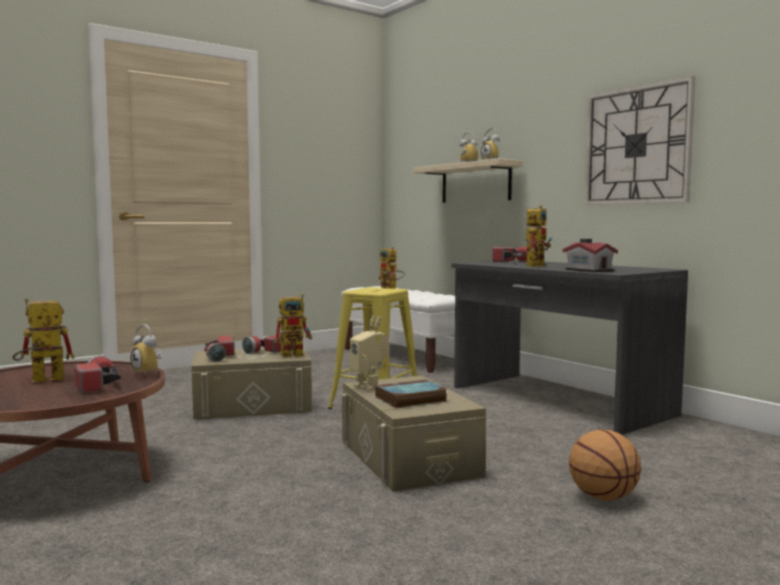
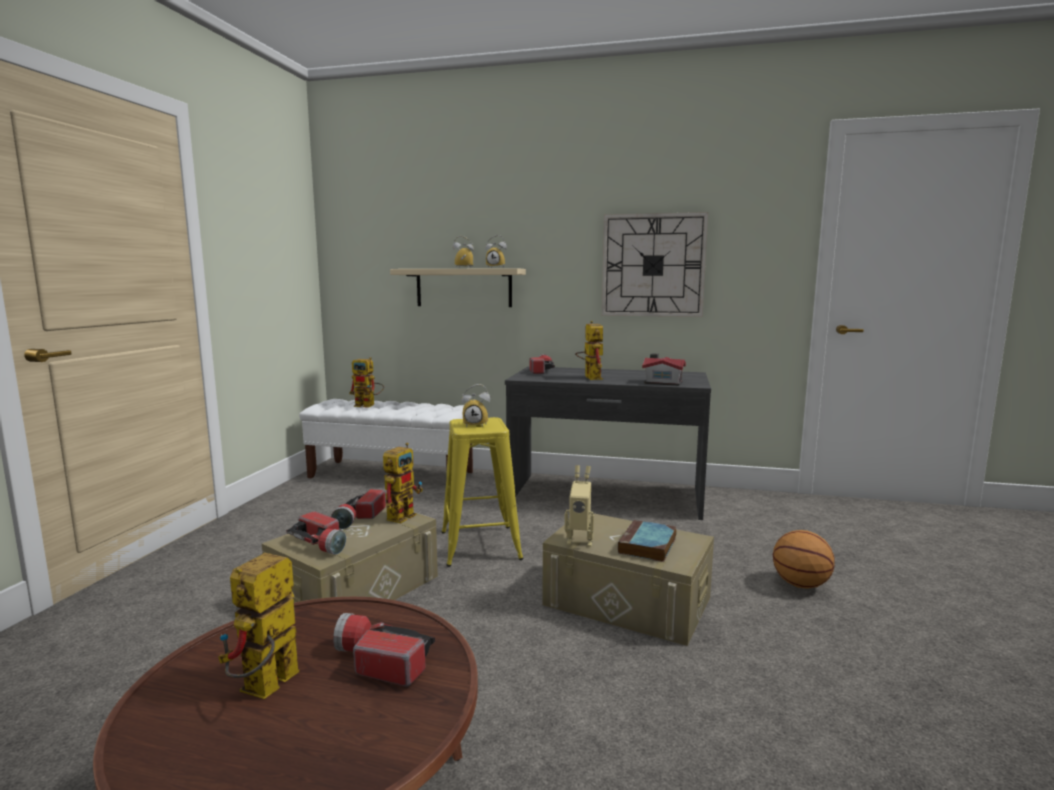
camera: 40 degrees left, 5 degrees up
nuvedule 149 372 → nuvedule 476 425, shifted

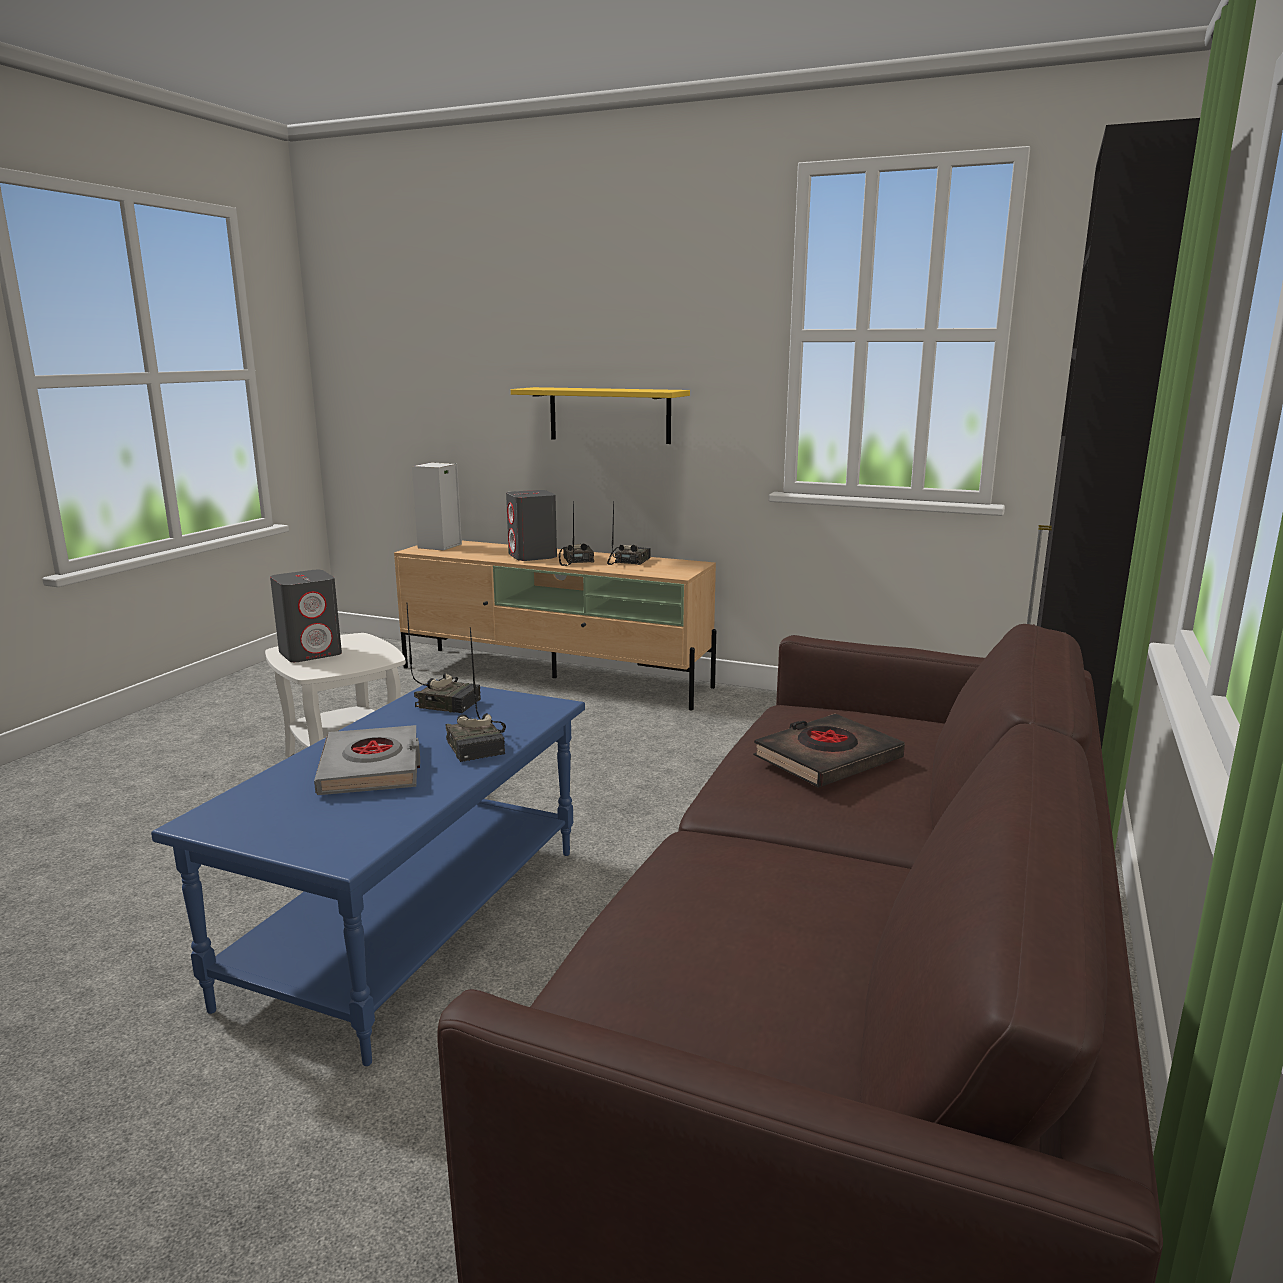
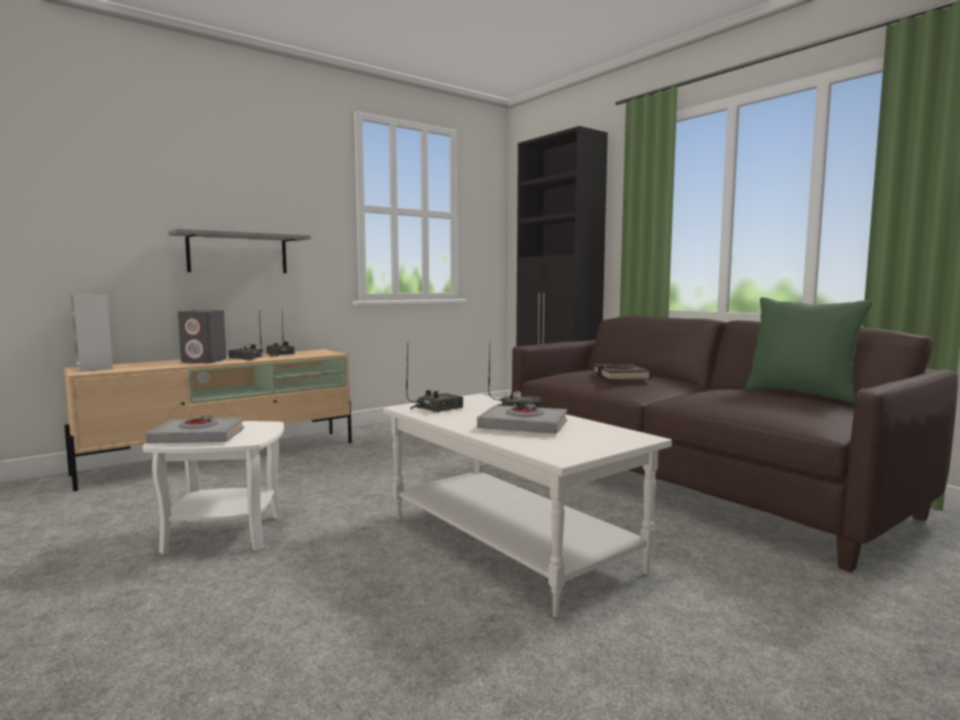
camera: 60 degrees left, 10 degrees down
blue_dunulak 415 924 → white_dunulak 512 543
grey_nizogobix 311 653 → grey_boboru 198 437
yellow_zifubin 609 415 → grey_zifubin 238 253
- → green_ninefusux 801 395

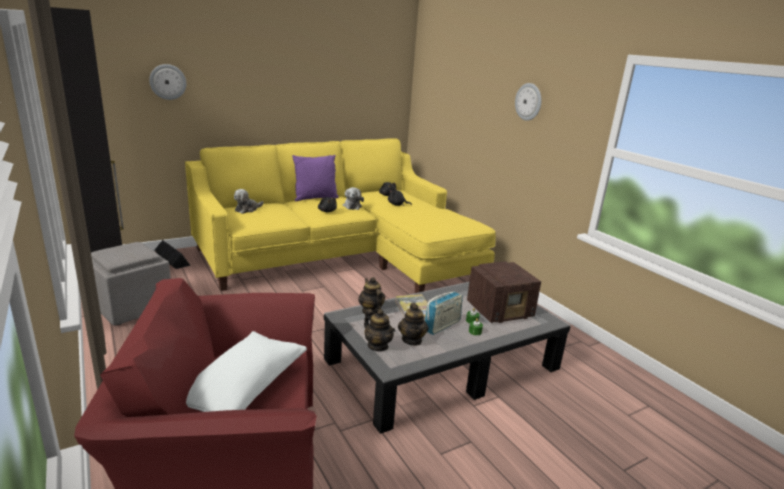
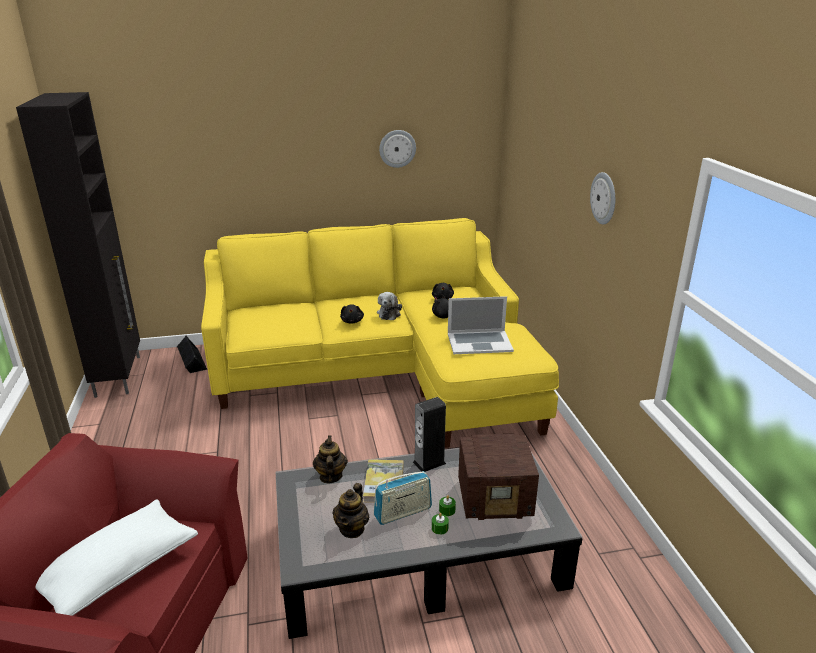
camera: 20 degrees right, 5 degrees up
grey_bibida 133 306 → -
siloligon 168 82 → siloligon 397 148, shifted
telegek 247 209 → -
purple_ninefusux 315 198 → -
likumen 378 346 → -
- → nizogobix 429 463
- → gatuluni 479 342

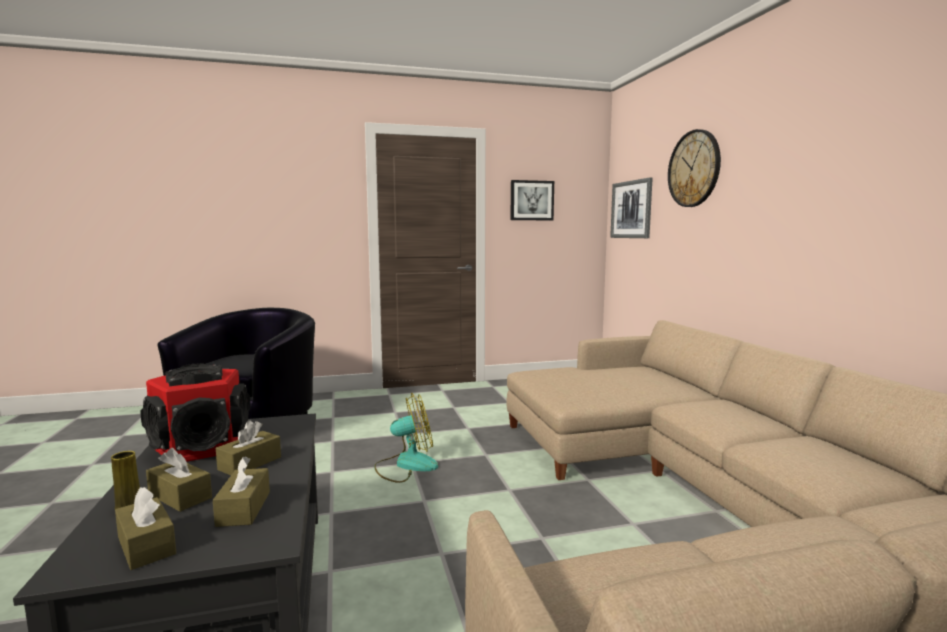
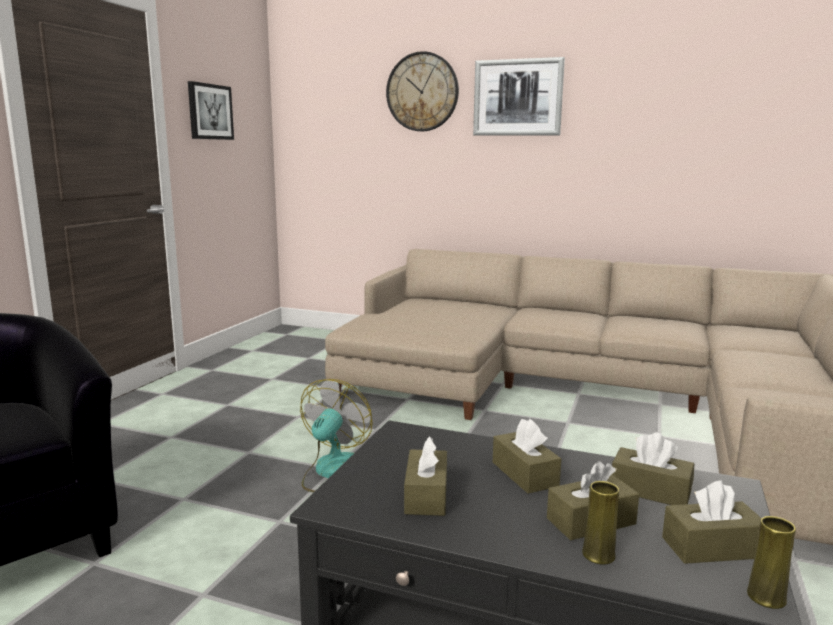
camera: 55 degrees left, 5 degrees up
nizogobix 201 446 → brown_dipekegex 426 495
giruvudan 631 209 → giruvudan 517 97, shifted
- → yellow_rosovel 766 597

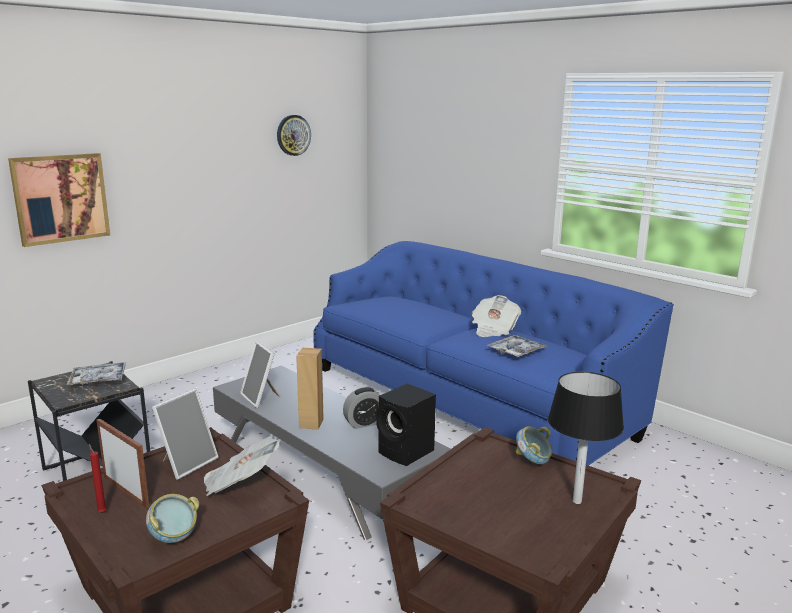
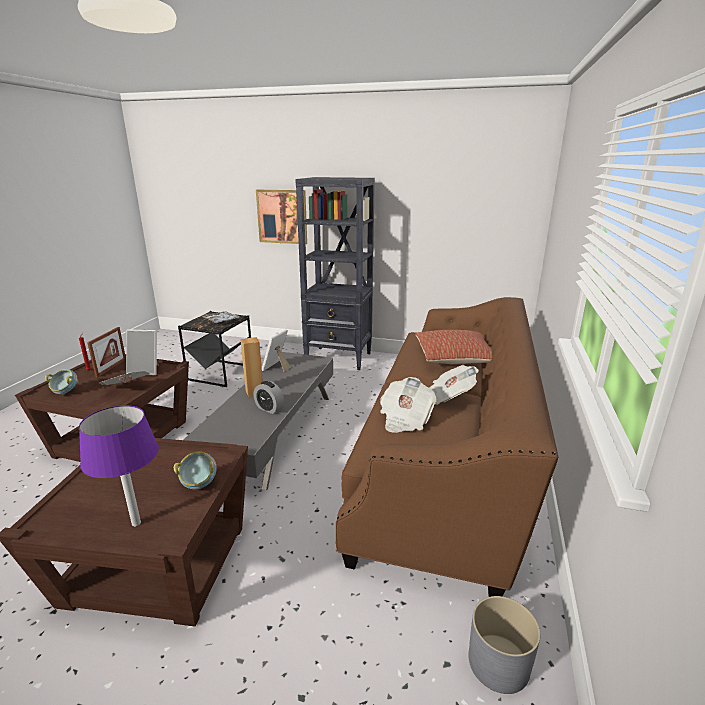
camera: 60 degrees right, 5 degrees up
siloligon 293 135 → -
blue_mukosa 467 400 → brown_mukosa 445 456
black_nizogobix 407 452 → -
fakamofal 516 351 → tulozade 405 419
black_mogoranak 577 501 → purple_mogoranak 136 523
- → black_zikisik 339 358
- → ninefusux 454 358
- → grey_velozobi 499 663

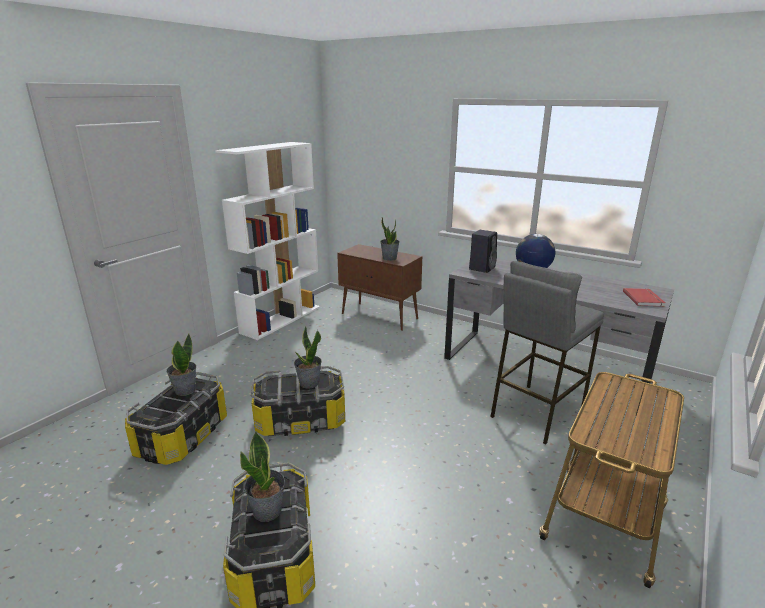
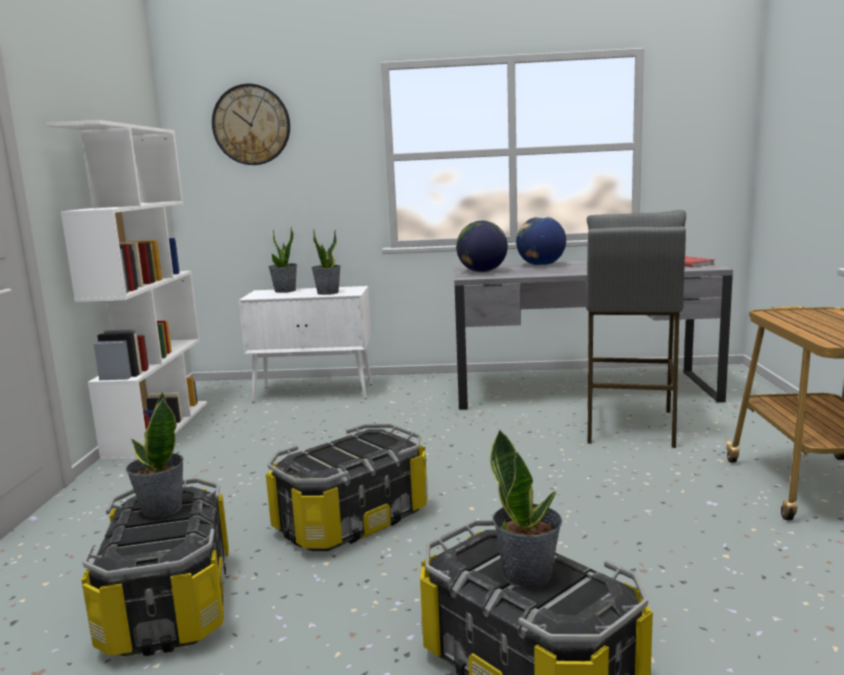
camera: 30 degrees left, 10 degrees down
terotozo 309 383 → terotozo 285 291, shifted
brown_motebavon 380 316 → white_motebavon 315 392
black_nizogobix 482 268 → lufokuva 482 271
- → siloligon 251 125

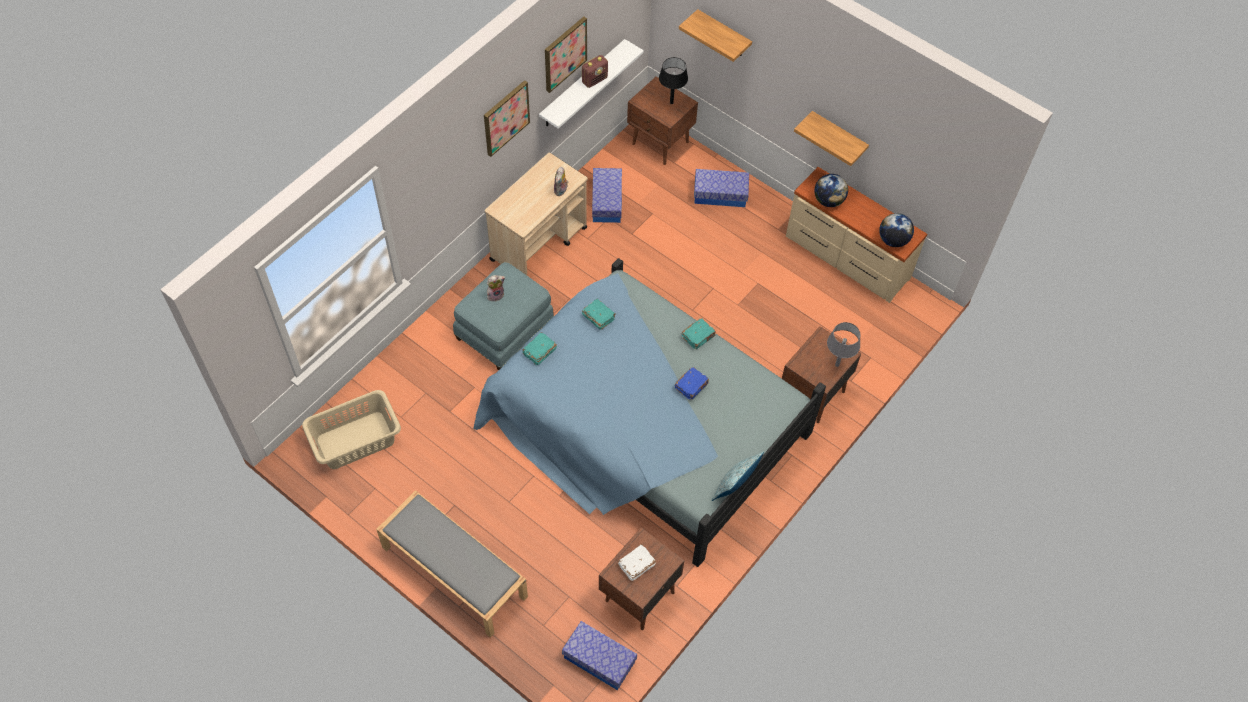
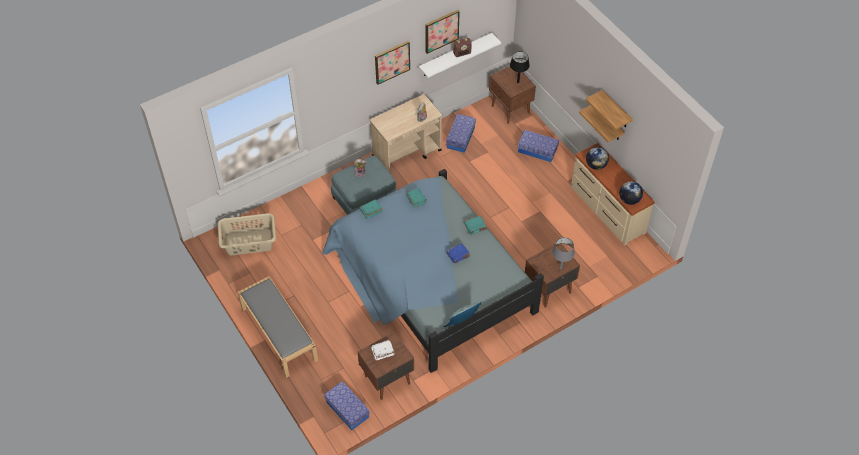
camera: 20 degrees right, 5 degrees down
zifubin 723 34 → zifubin 616 110, shifted

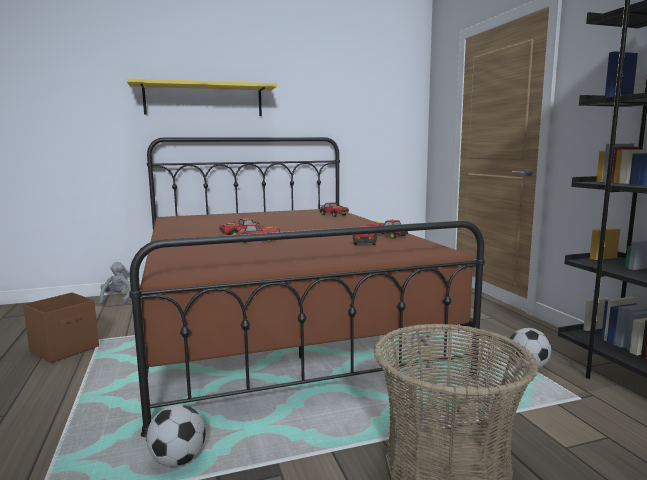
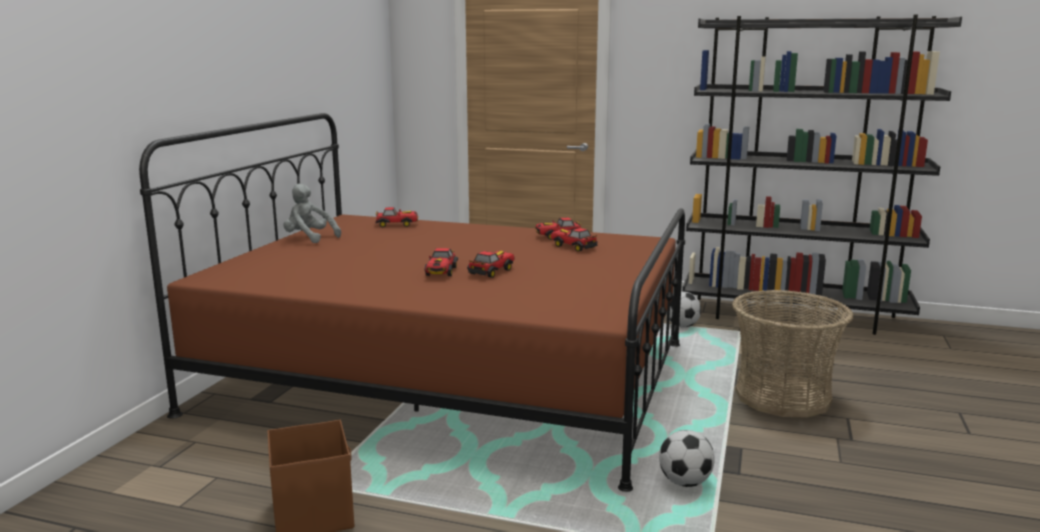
camera: 55 degrees left, 5 degrees up
grey_telegek 117 299 → grey_telegek 309 238, shifted
yellow_zifubin 204 100 → -

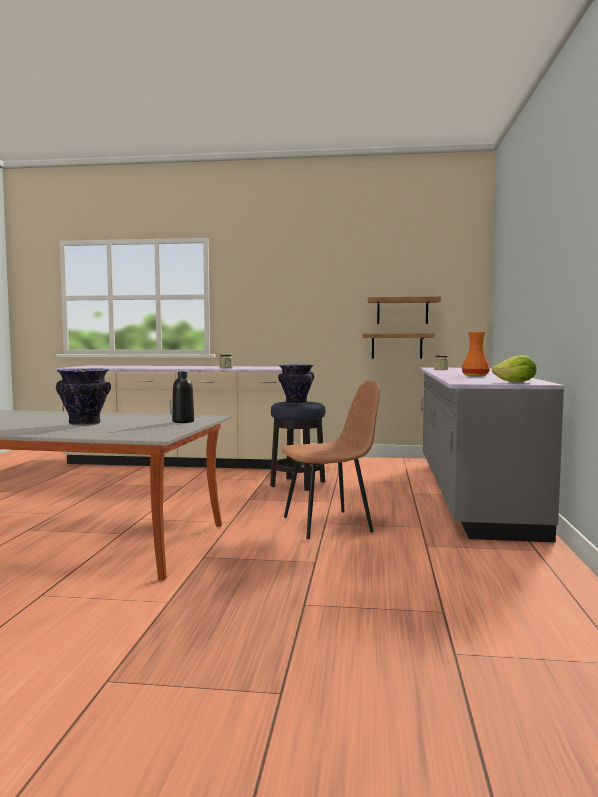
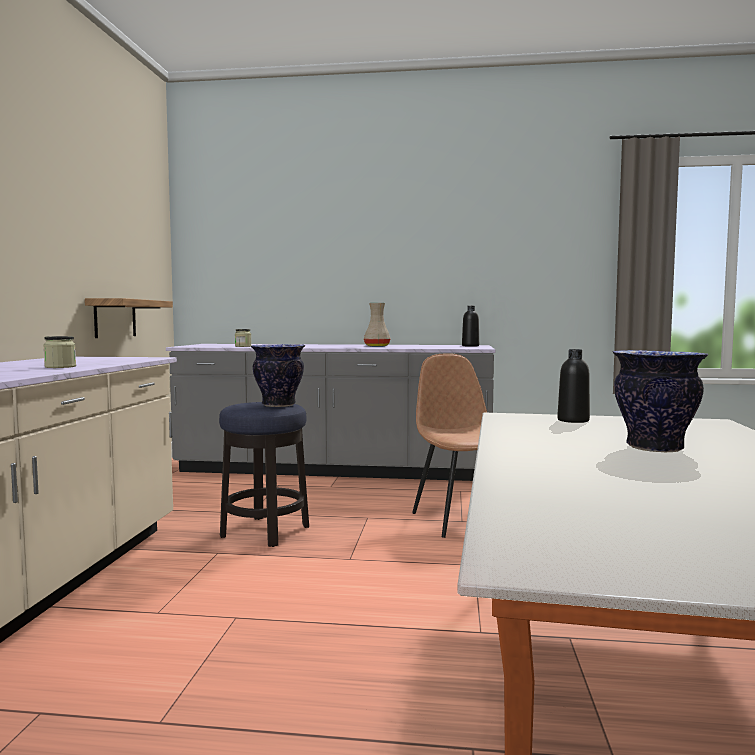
camera: 90 degrees left, 0 degrees up
zifubin 402 311 → -
orange_rosovel 475 376 → beige_rosovel 376 346
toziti 516 382 → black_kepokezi 470 346

